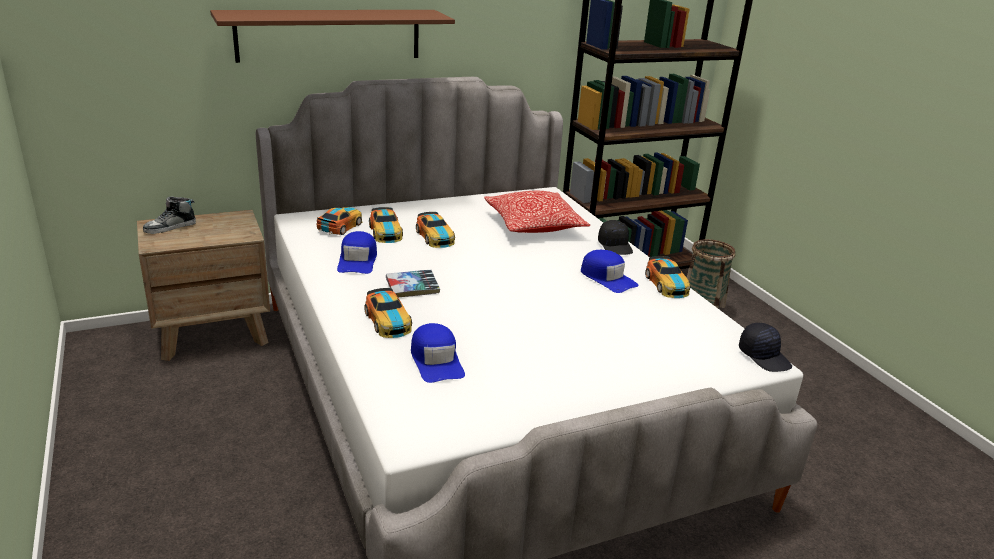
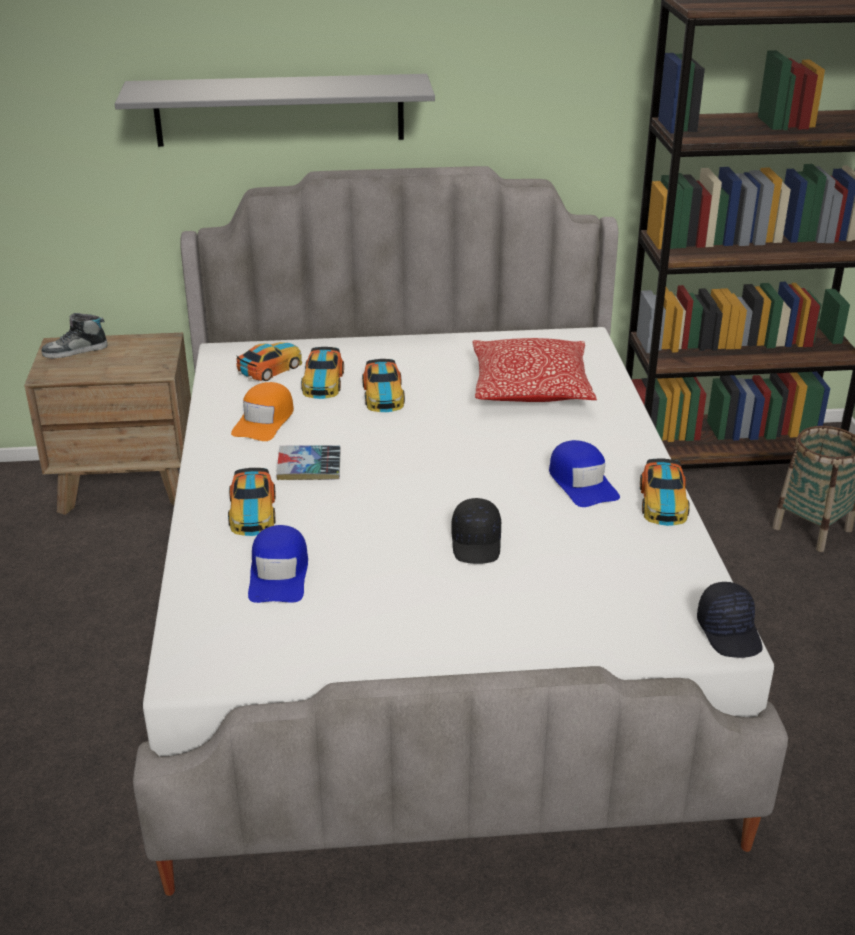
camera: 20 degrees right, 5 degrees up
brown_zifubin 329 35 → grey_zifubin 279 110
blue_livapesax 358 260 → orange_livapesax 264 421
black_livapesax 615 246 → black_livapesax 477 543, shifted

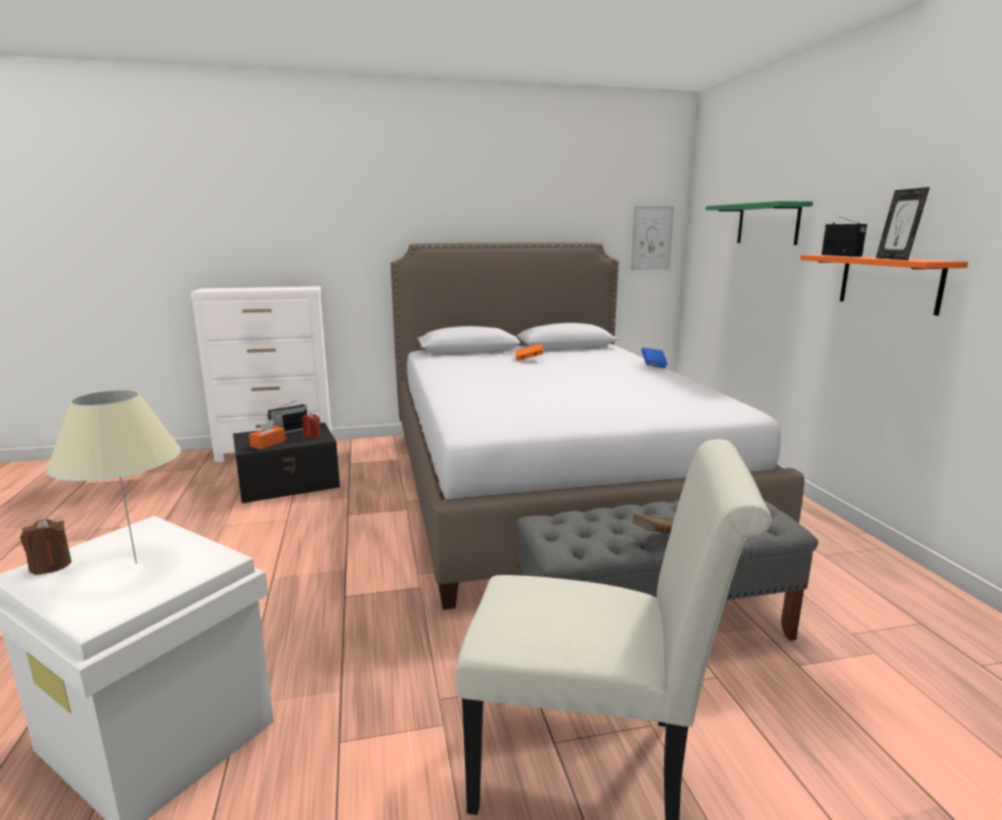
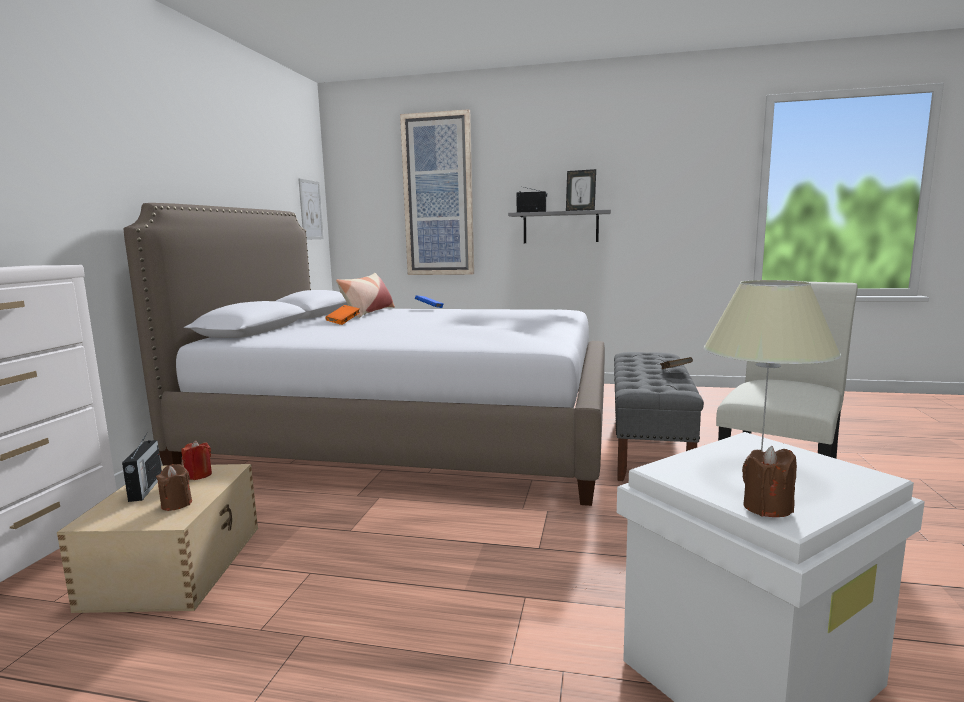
camera: 65 degrees left, 5 degrees down
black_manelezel 289 482 → beige_manelezel 177 564
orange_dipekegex 268 443 → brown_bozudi 176 504
green_zifubin 767 224 → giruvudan 438 195
orange_zifubin 889 282 → grey_zifubin 560 227
- → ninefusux 368 312

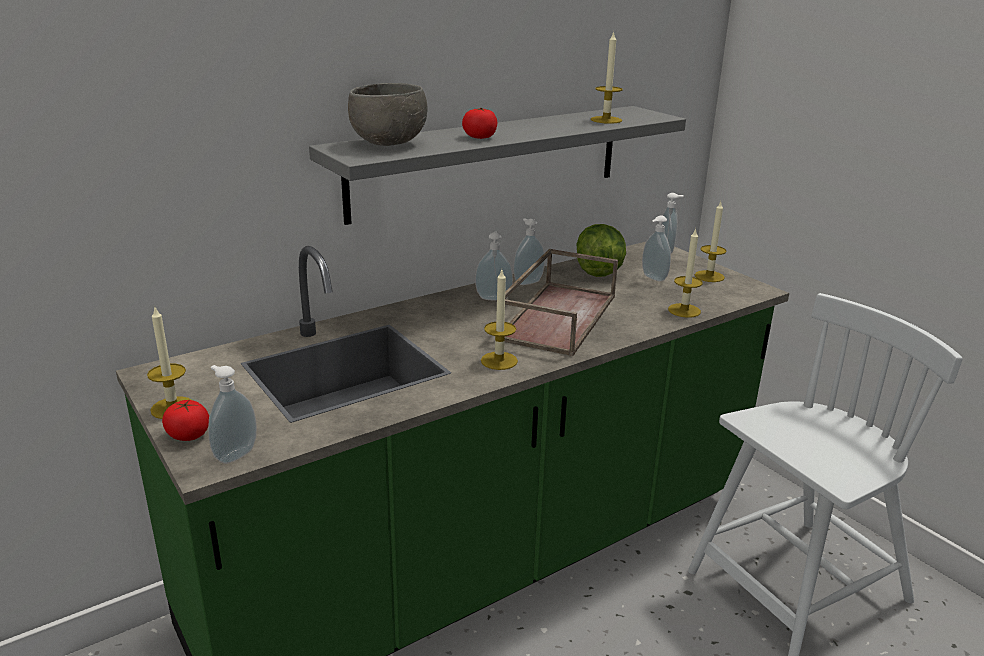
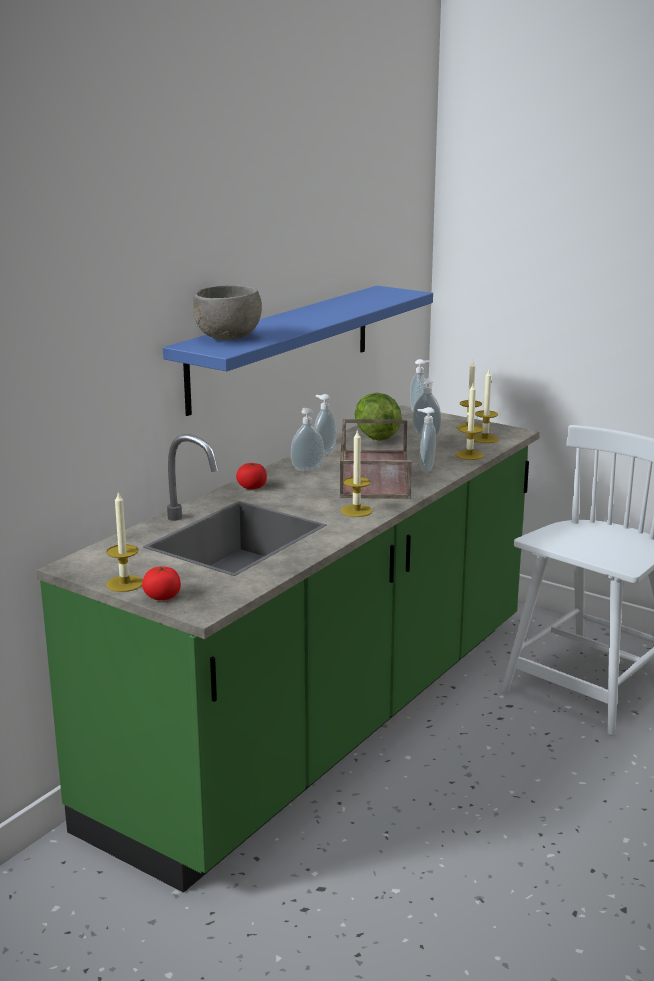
camera: 20 degrees left, 5 degrees down
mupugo 234 454 → mupugo 425 468, shifted
grey_zifubin 490 161 → blue_zifubin 282 346
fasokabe 479 137 → fasokabe 252 487, shifted
bozudi 606 120 → bozudi 485 439, shifted

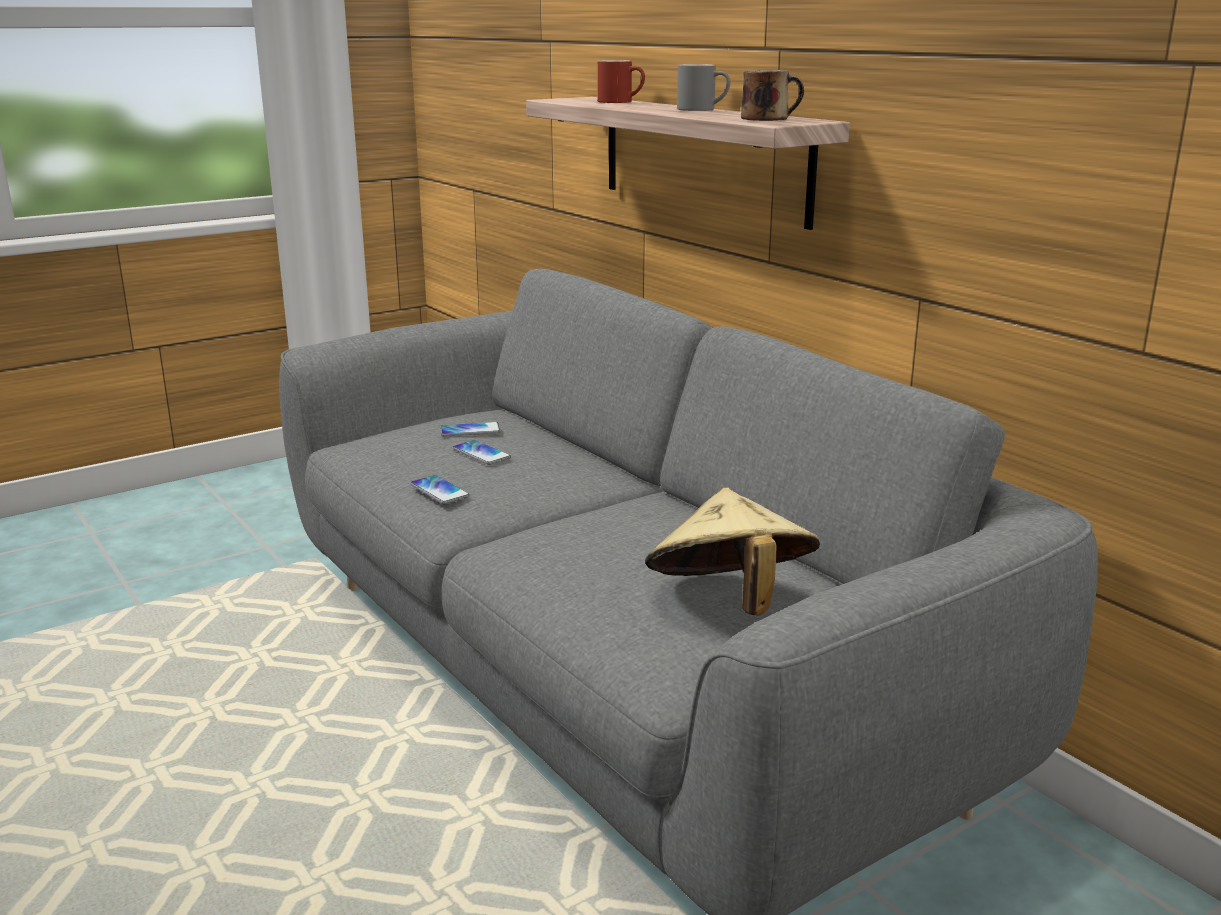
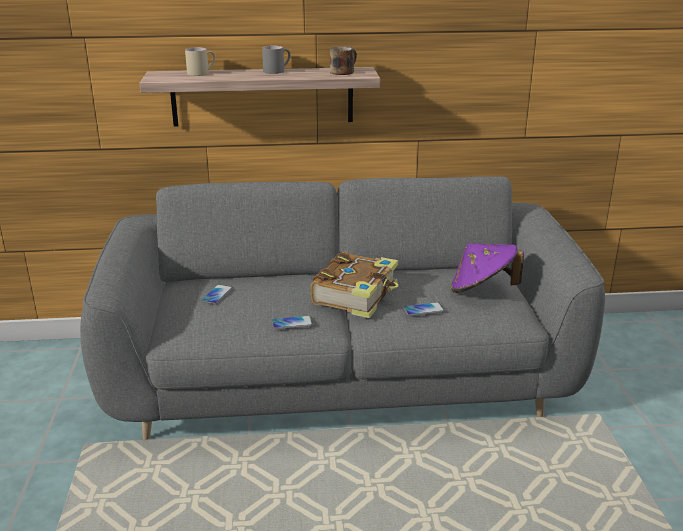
camera: 60 degrees left, 5 degrees up
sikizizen 481 454 → sikizizen 423 310, shifted
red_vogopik 621 102 → beige_vogopik 201 73
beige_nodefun 730 603 → purple_nodefun 482 290
- → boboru 357 295

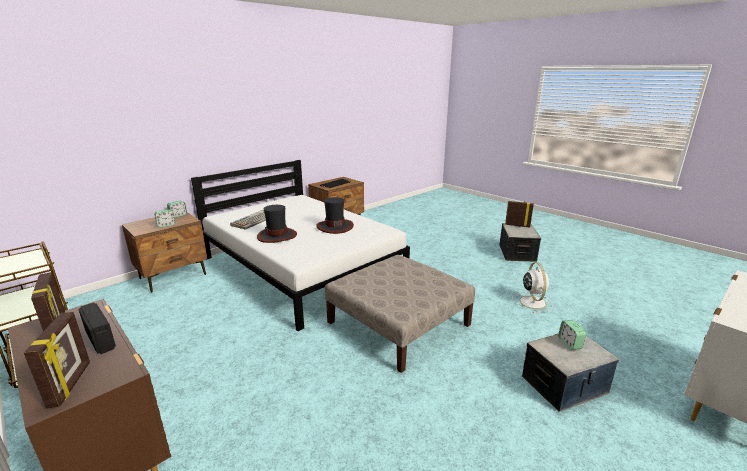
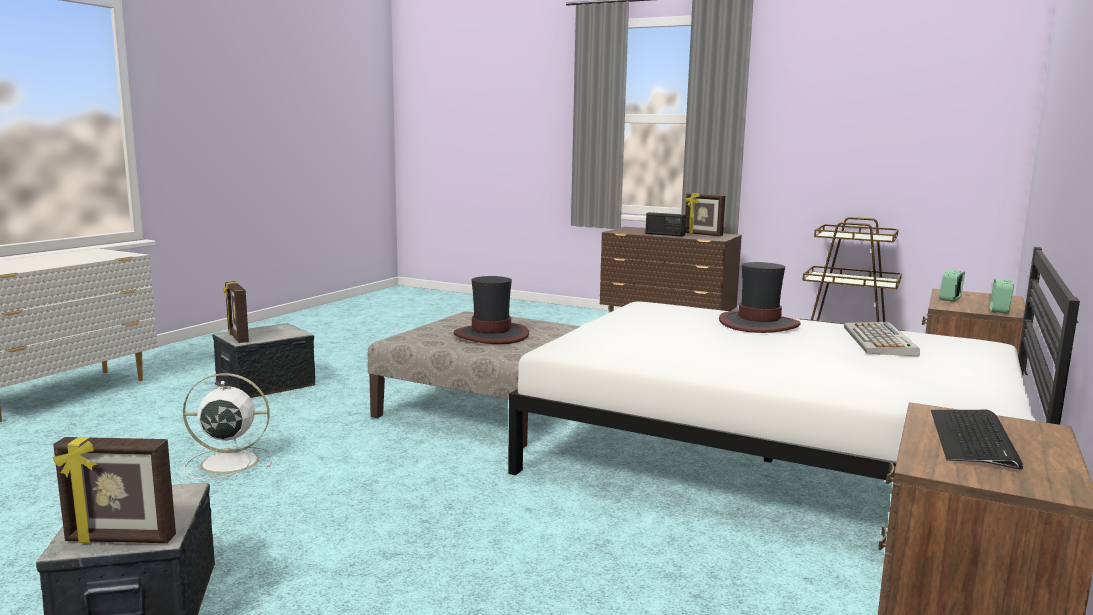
camera: 160 degrees right, 10 degrees down
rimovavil 71 384 → rimovavil 237 337, shifted
nodefun 335 226 → nodefun 491 335, shifted
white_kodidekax 532 301 → white_kodidekax 227 463, 105 degrees clockwise
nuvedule 569 343 → -

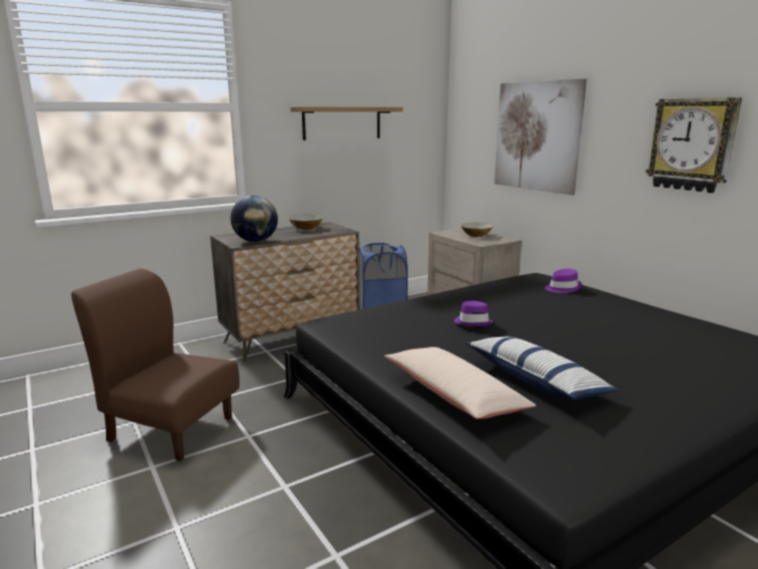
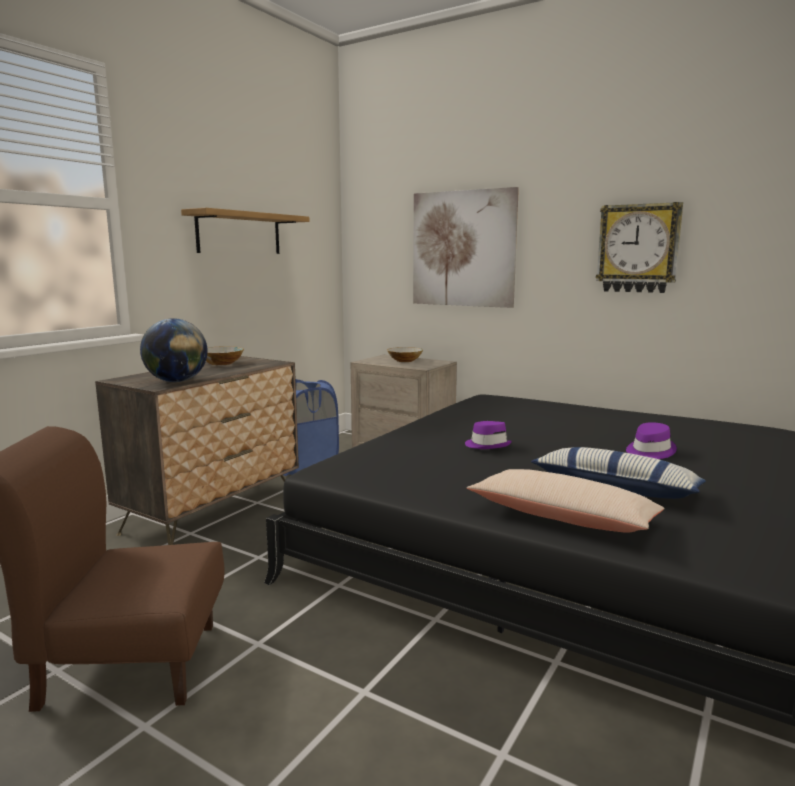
camera: 25 degrees left, 5 degrees down
purple_nodefun 562 288 → purple_nodefun 649 451, shifted

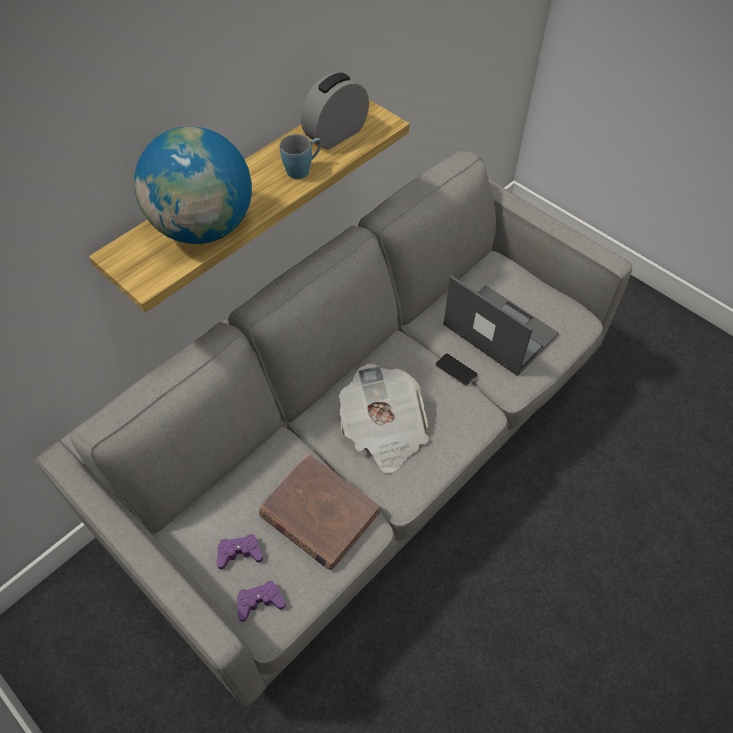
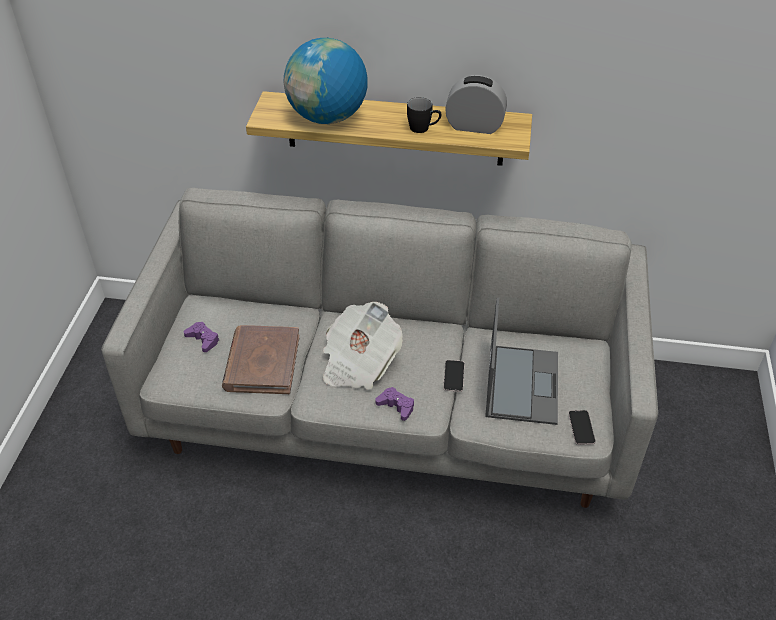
camera: 55 degrees right, 10 degrees down
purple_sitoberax 260 602 → purple_sitoberax 396 406, shifted
blue_vogopik 303 169 → black_vogopik 423 128
- → sikizizen 581 427

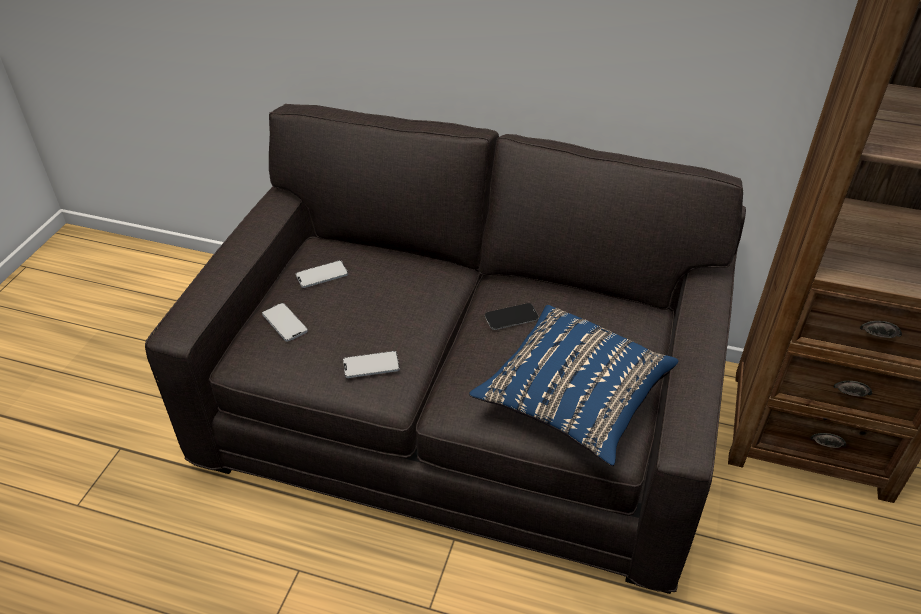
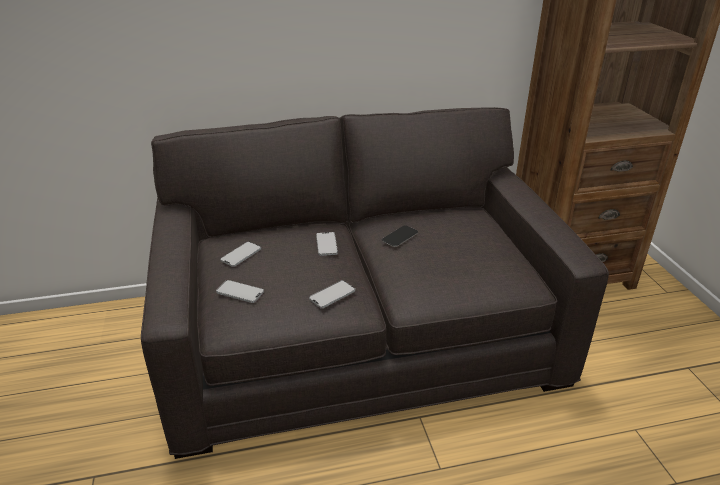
camera: 30 degrees left, 10 degrees down
blue_ninefusux 573 399 → -
- → sikizizen 326 244

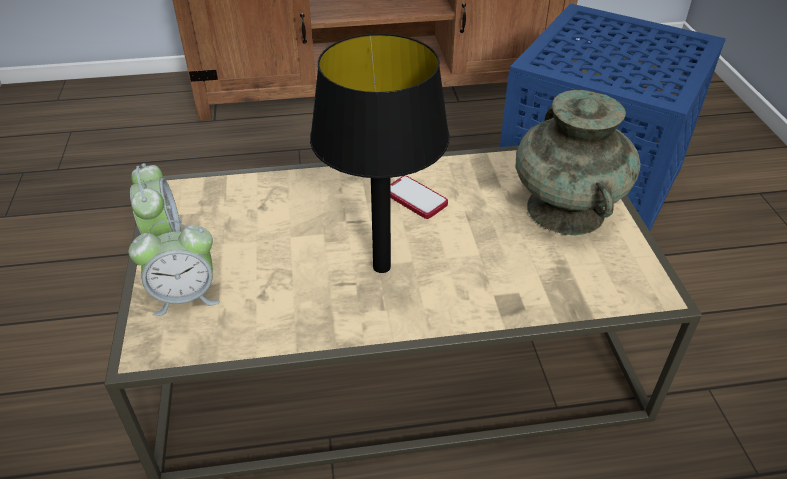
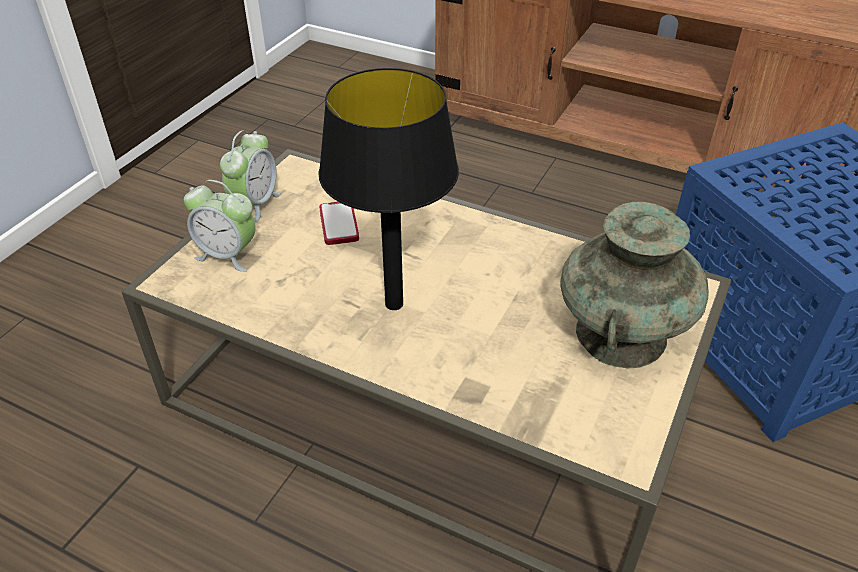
camera: 35 degrees right, 0 degrees up
sikizizen 415 198 → sikizizen 339 224, shifted

